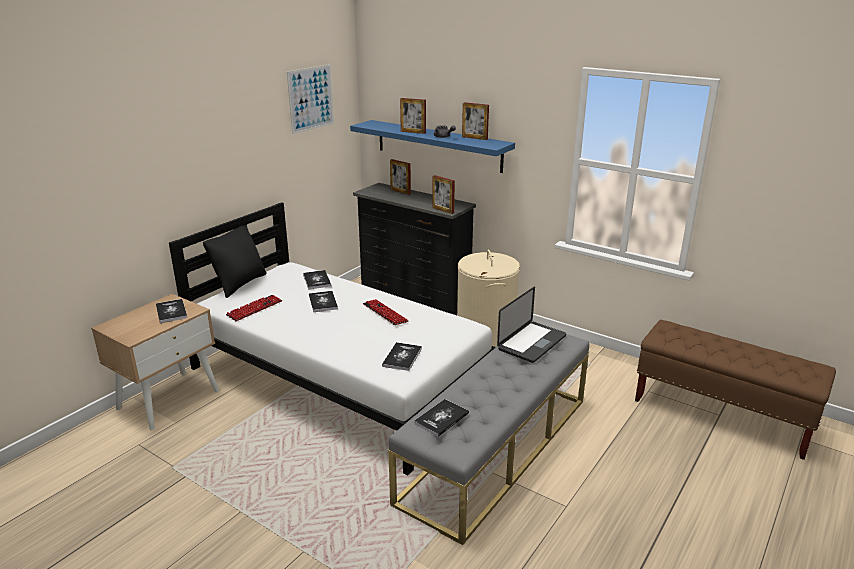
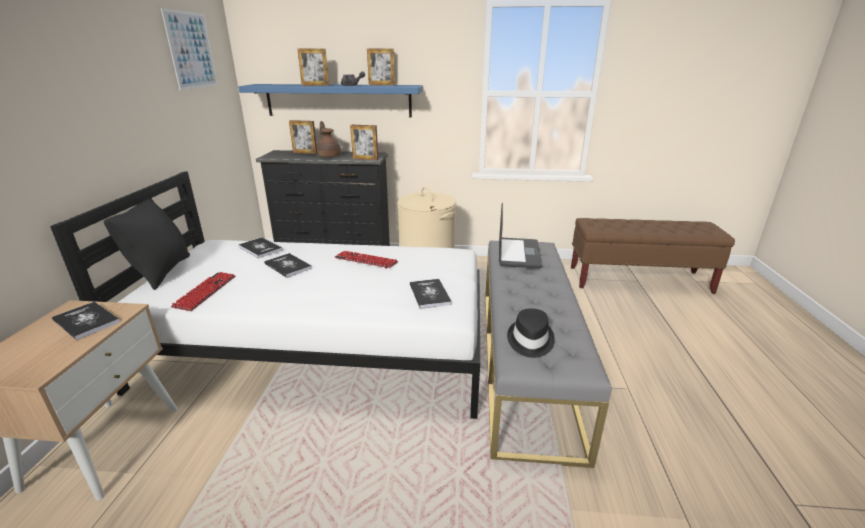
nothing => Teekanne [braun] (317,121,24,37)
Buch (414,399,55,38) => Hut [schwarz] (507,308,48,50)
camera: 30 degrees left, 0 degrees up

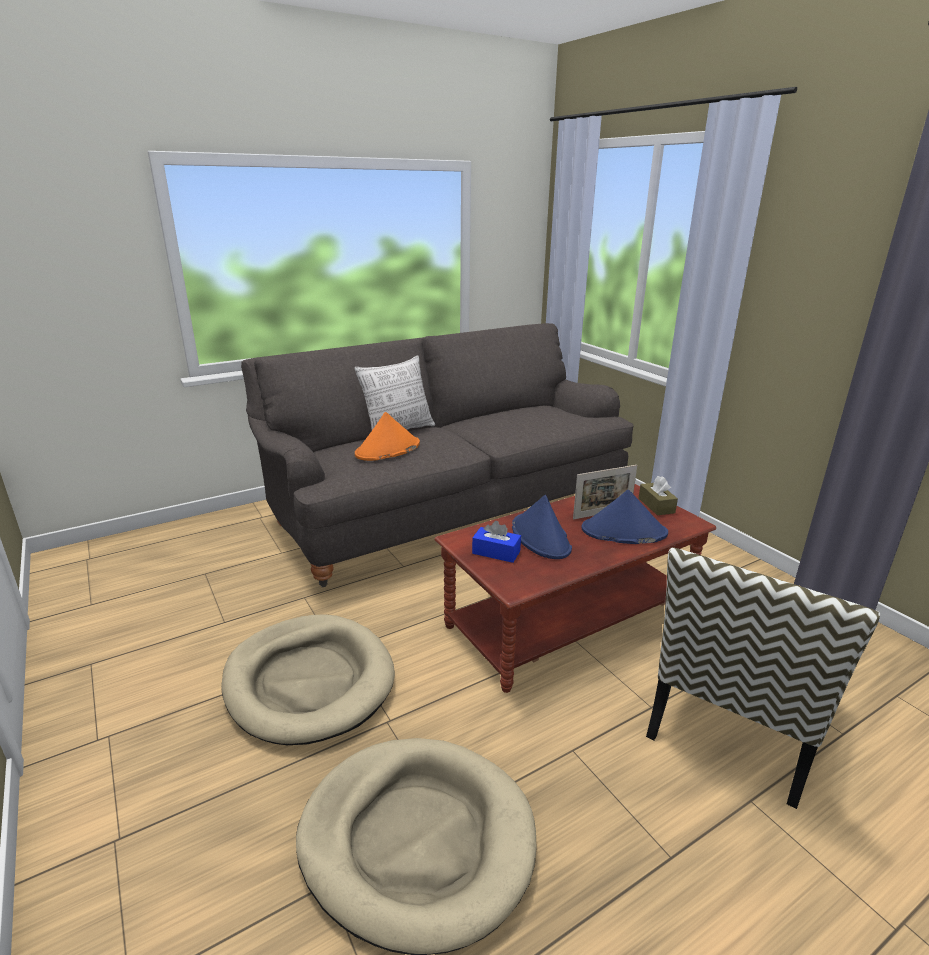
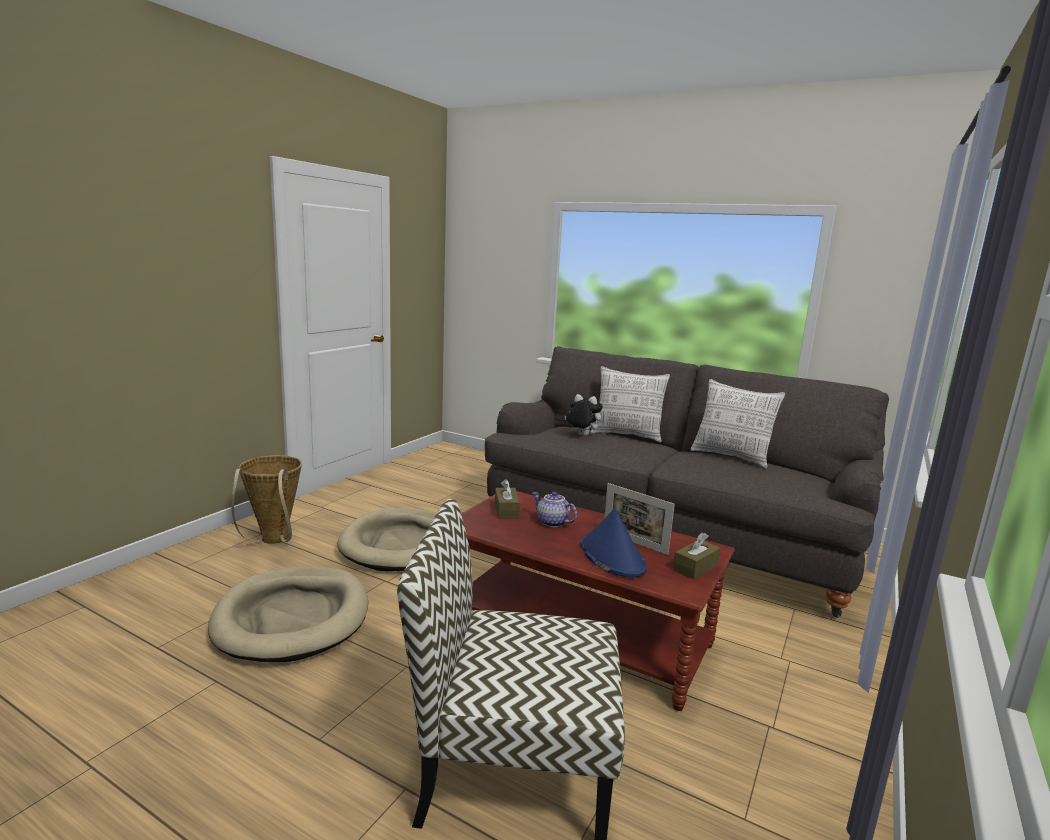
nothing => Korb (231,455,71,89)
Taschentuchbox [blau] (472,521,49,42) => Taschentuchbox [braun] (495,479,25,39)
Hut [blau] (512,495,60,64) => Teekanne (533,492,44,35)
Hut [orange] (355,412,65,49) => Plüschtier (565,394,38,42)
nothing => Kissen (691,379,94,90)
camera: 60 degrees right, 10 degrees down

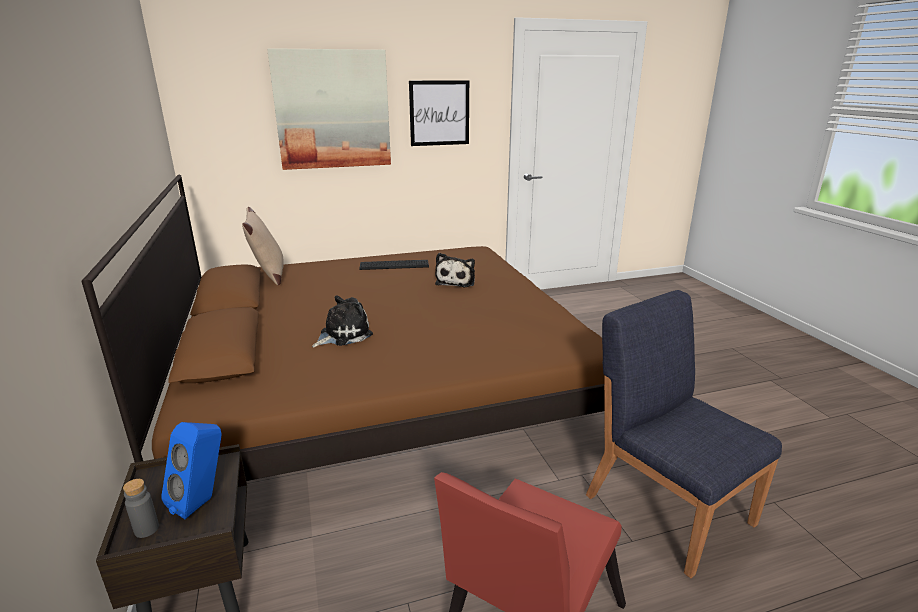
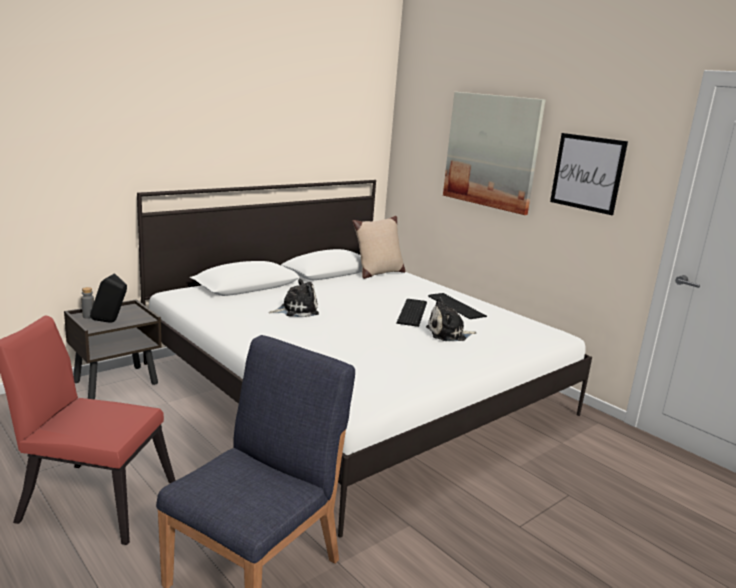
Lautsprecher [blau] (161,422,60,97) => Lautsprecher [schwarz] (90,273,37,50)
Bett [braun] (81,174,523,307) => Bett [weiß] (137,180,455,357)
Plüschtier (312,295,61,52) => Plüschtier (269,279,50,38), 45 degrees counterclockwise
nothing => Tastatur (396,299,31,28)
camera: 65 degrees right, 5 degrees down

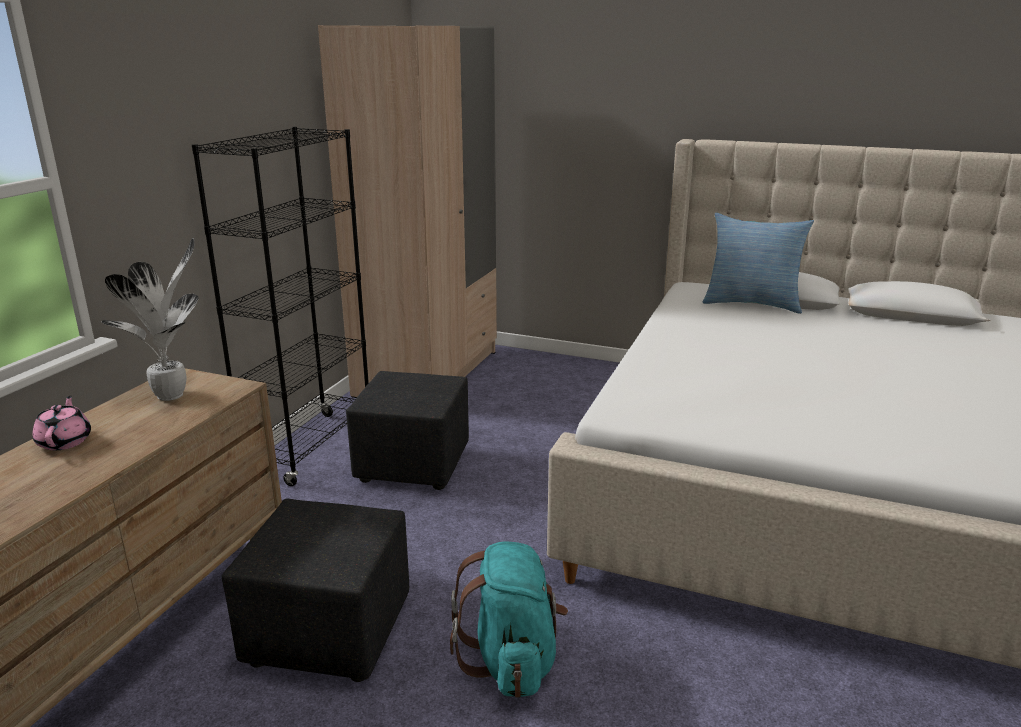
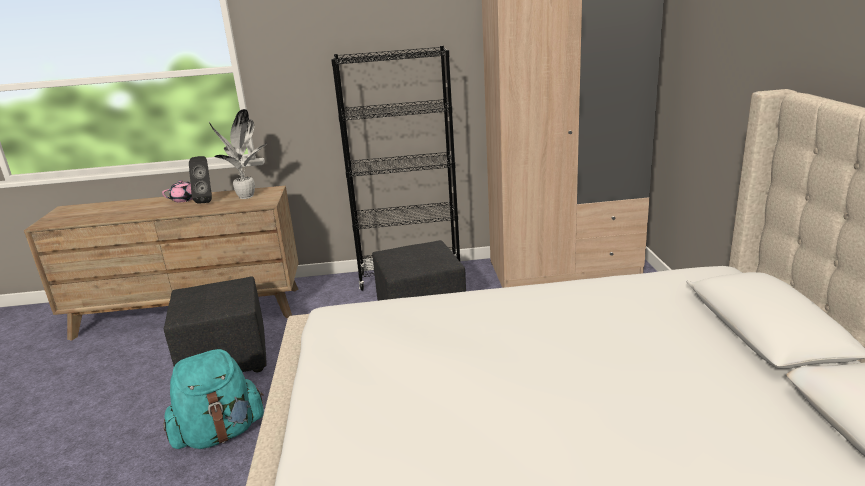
nothing => Lautsprecher [schwarz] (189,156,23,48)
Kissen (703,213,111,101) => nothing
camera: 65 degrees right, 0 degrees up

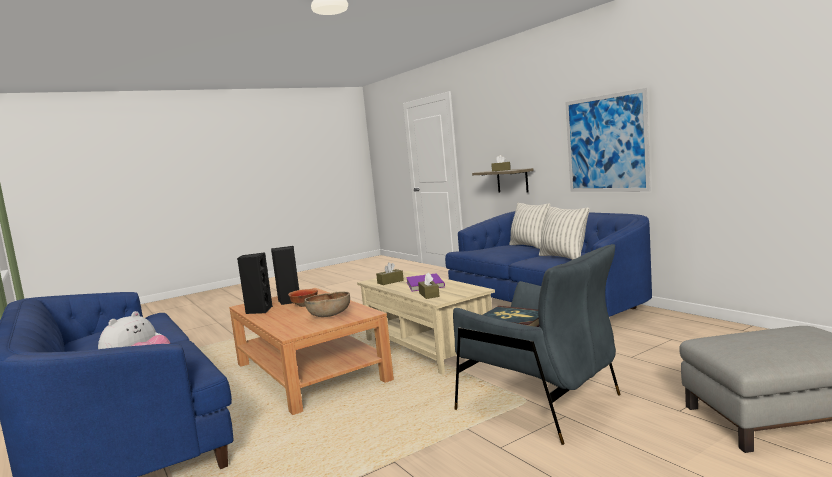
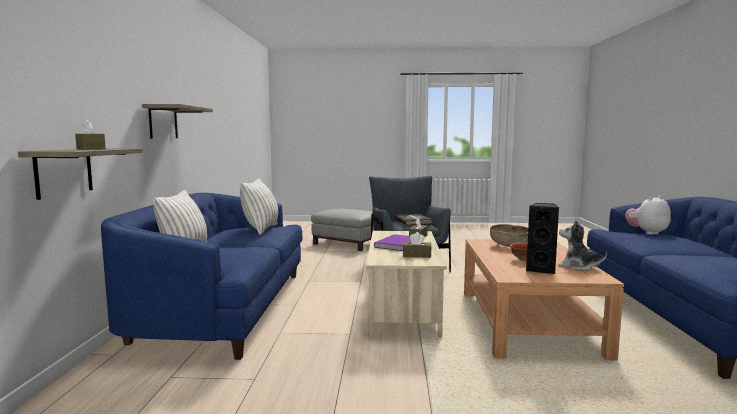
Bild (565,88,86,104) => Wandregal (142,104,71,35)
Lautsprecher [schwarz] (237,252,36,62) => Plüschtier (558,220,49,51)
camera: 145 degrees left, 0 degrees up

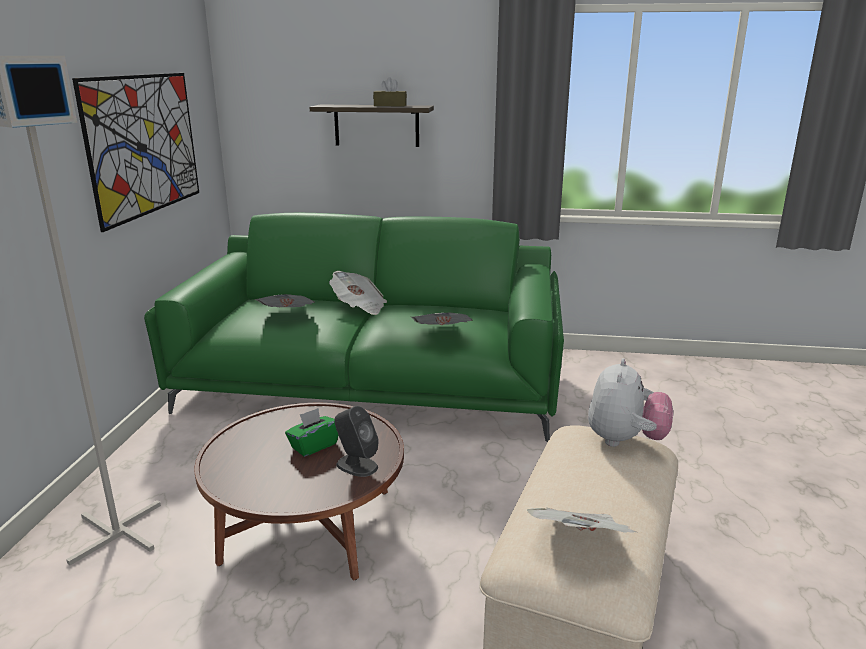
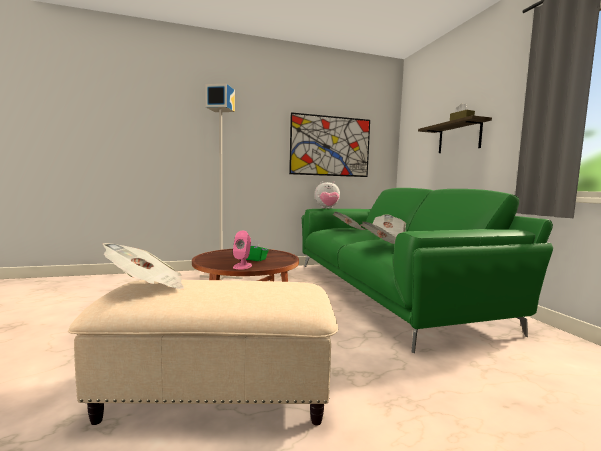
Lautsprecher [grau] (334,406,45,71) => Lautsprecher [rosa] (233,231,19,38)
Plüschtier (588,358,85,89) => Plüschtier (315,181,25,28), relocated
camera: 65 degrees right, 15 degrees down

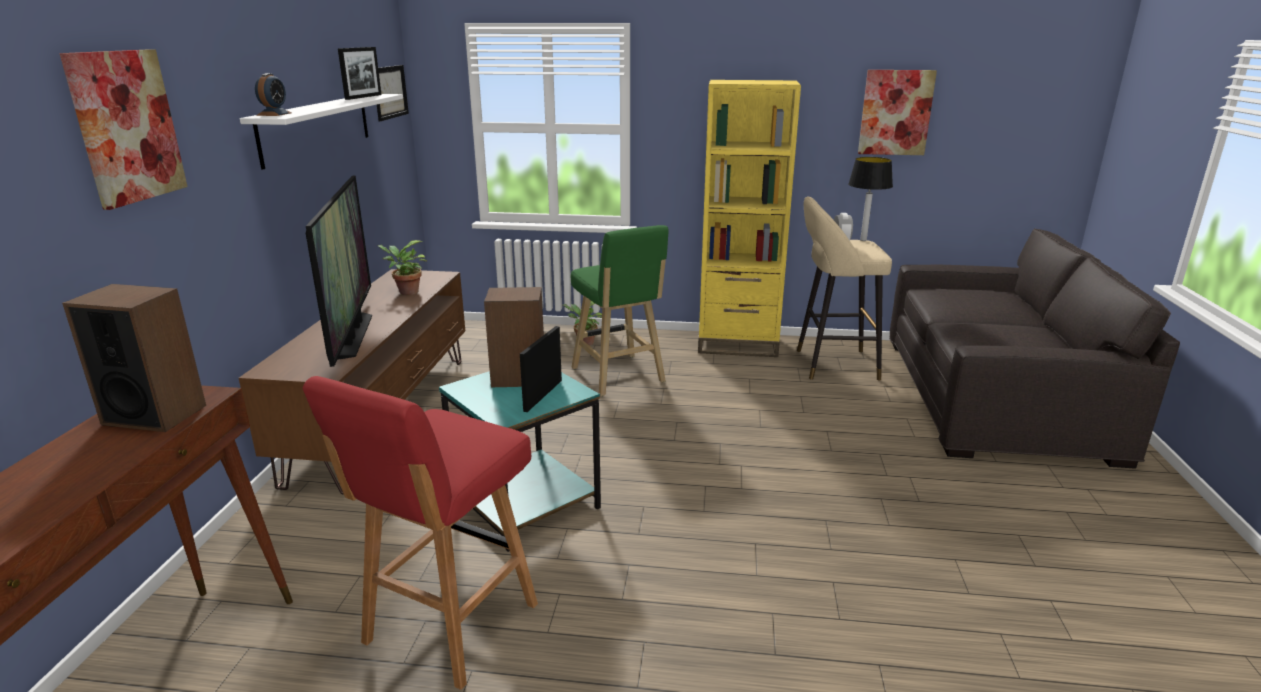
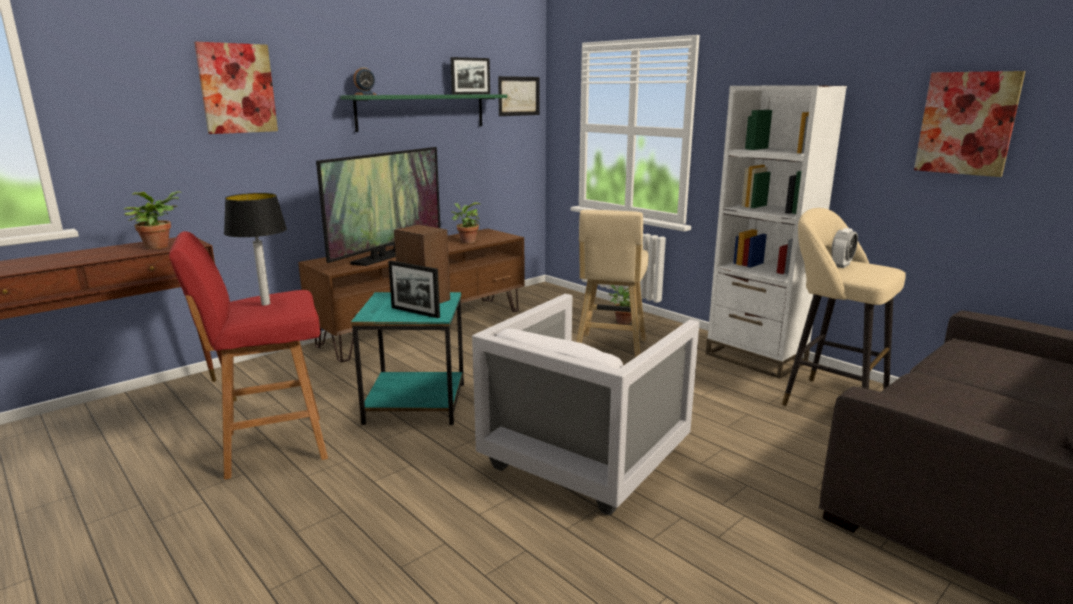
Lautsprecher (62,284,144,148) => Topfpflanze (124,191,58,58)
Tischlampe (848,157,45,84) => Tischlampe (224,193,63,112), relocated
Wandregal [weiß] (240,94,163,76) => Wandregal [grün] (340,94,167,38)
Bilderrahmen (520,326,42,86) => Bilderrahmen (388,261,52,57), 120 degrees counterclockwise
nothing => Sessel [weiß] (472,294,227,222)
Hocker [grün] (571,225,97,171) => Hocker [beige] (576,210,72,147)
Bücherregal [gelb] (698,80,103,277) => Bücherregal [weiß] (706,86,141,293)
camera: 40 degrees right, 5 degrees down

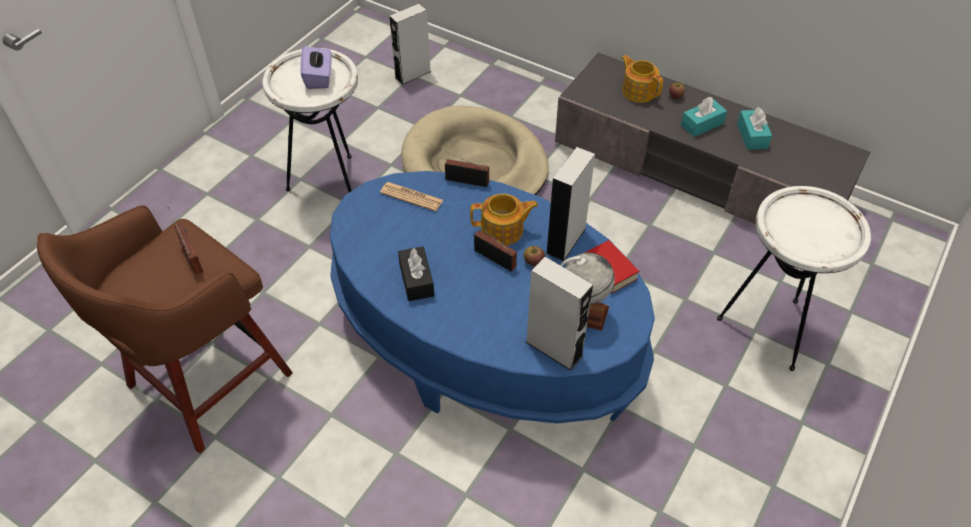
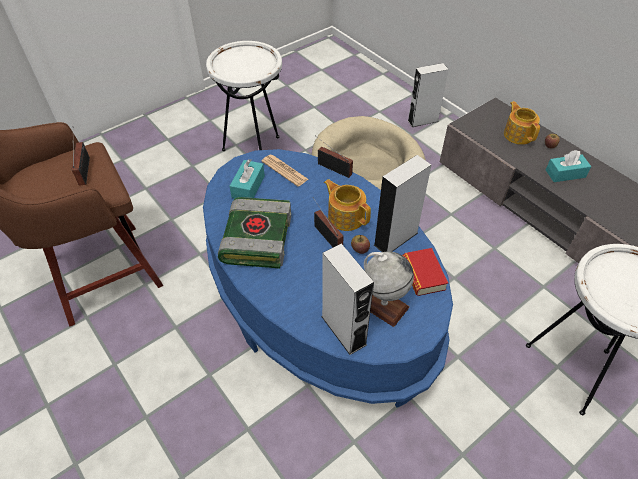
Taschentuchbox [schwarz] (398,246,36,55) => Buch (218,197,73,72)
Taschentuchbox [türkis] (737,107,35,43) => Taschentuchbox [türkis] (230,159,35,40), relocated
Teekanne (470,194,68,52) => Teekanne (324,179,47,52), 150 degrees counterclockwise
Lautsprecher [grau] (389,3,42,82) => Lautsprecher [grau] (407,63,42,64), relocated
Taschentuchbox [lila] (300,46,31,43) => nothing
camera: 20 degrees right, 0 degrees up

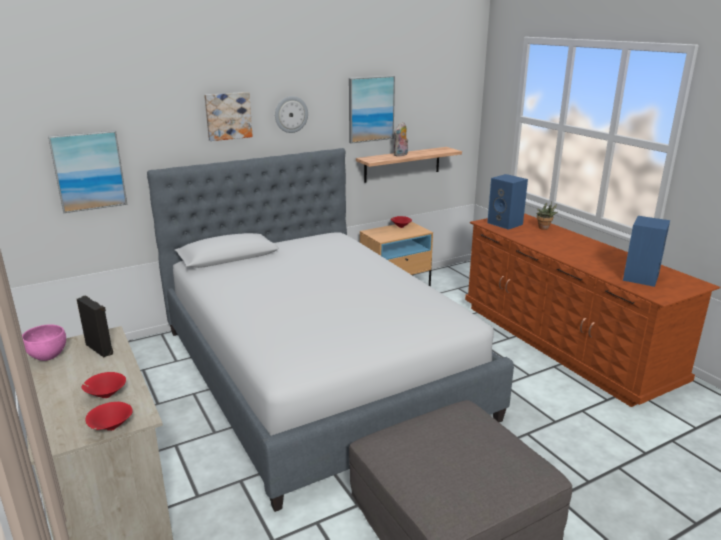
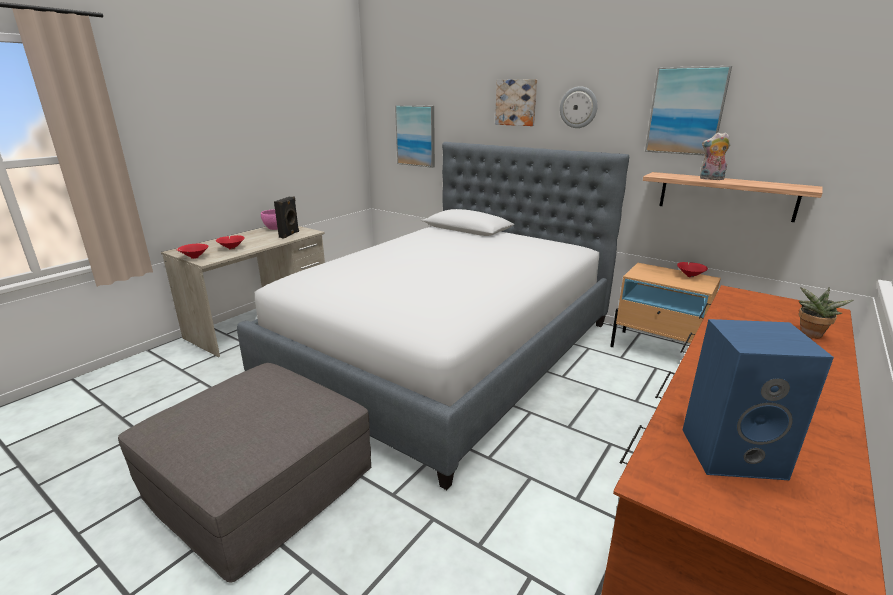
Lautsprecher [blau] (487,174,41,56) => nothing
camera: 65 degrees right, 0 degrees up

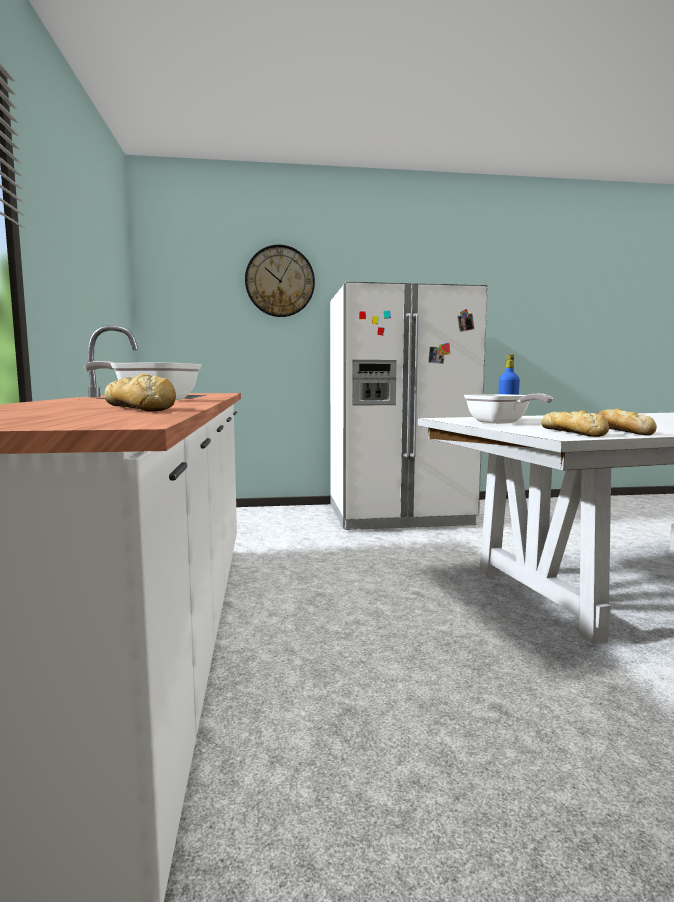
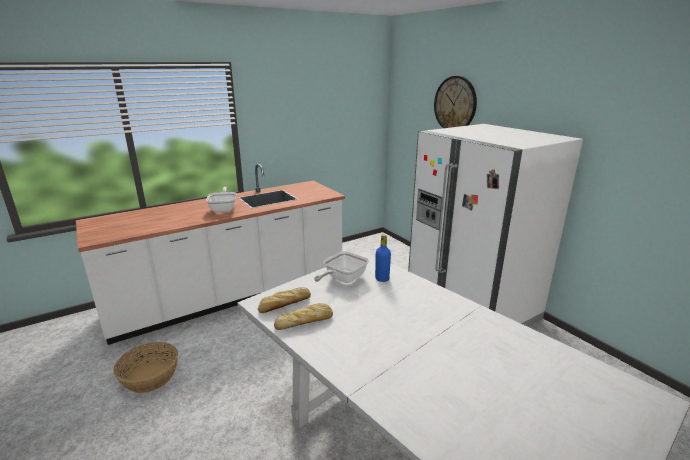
nothing => Korb (113,342,65,51)
Brot (104,374,72,37) => nothing
camera: 65 degrees right, 15 degrees up

